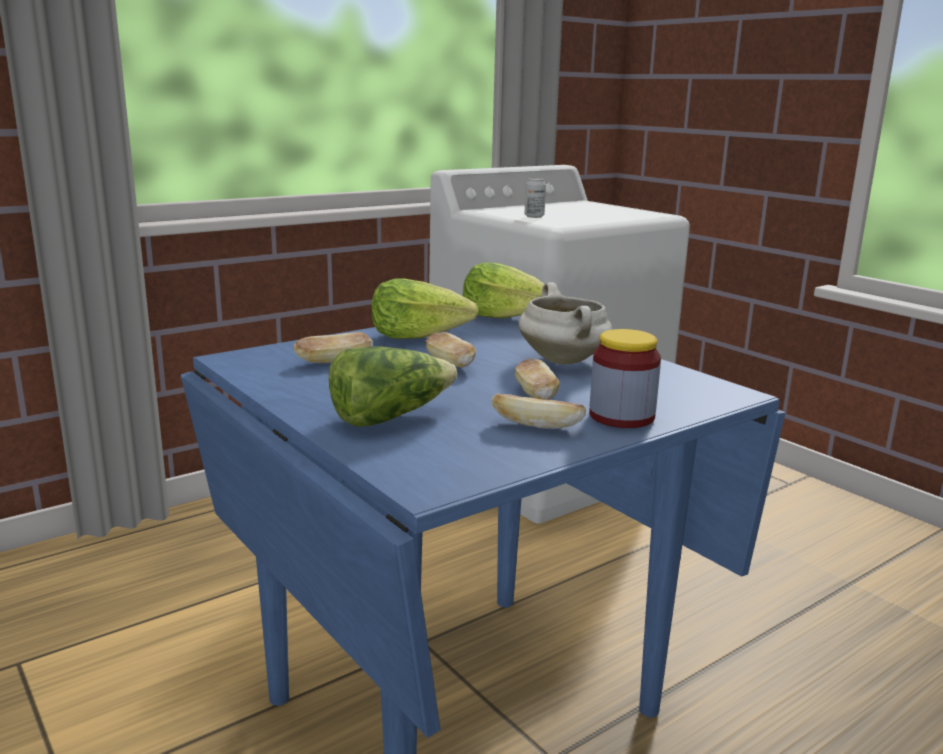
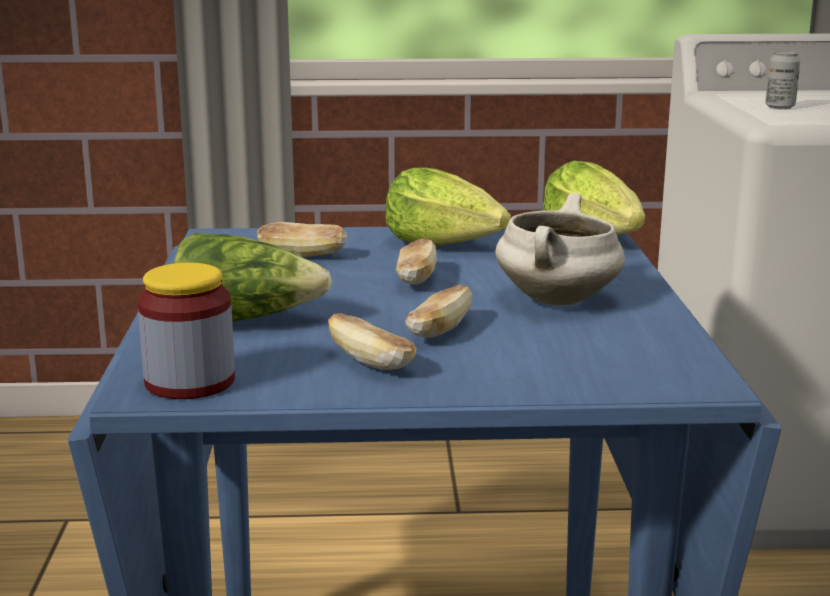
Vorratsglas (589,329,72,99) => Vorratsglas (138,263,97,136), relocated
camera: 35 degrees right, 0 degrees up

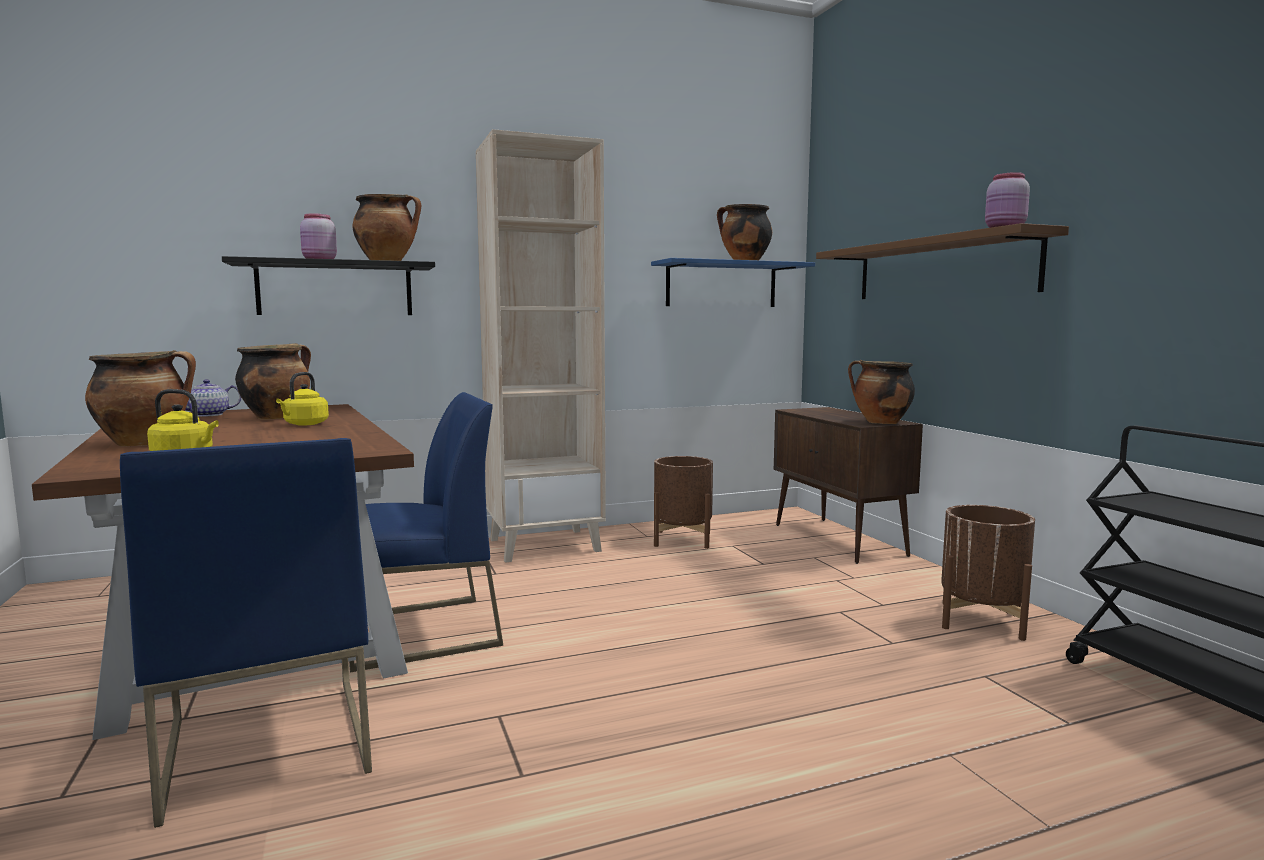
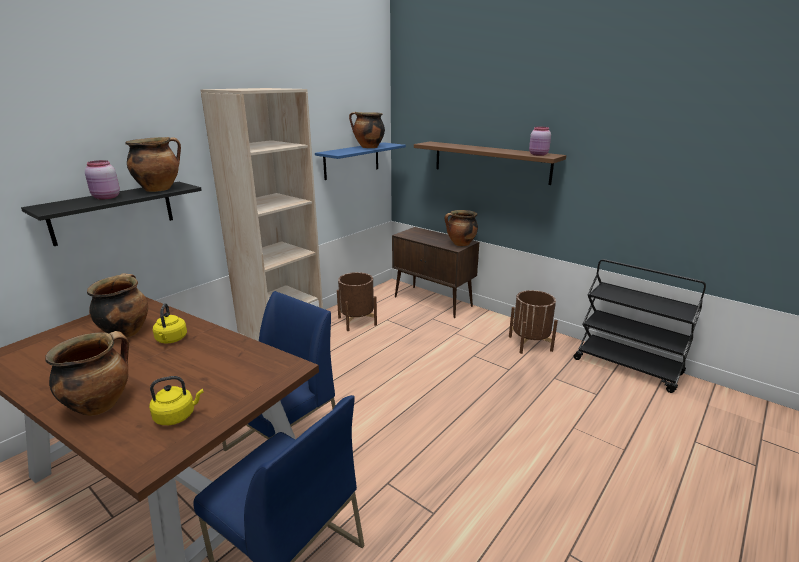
Teekanne (185,379,56,38) => nothing
camera: 30 degrees left, 15 degrees up

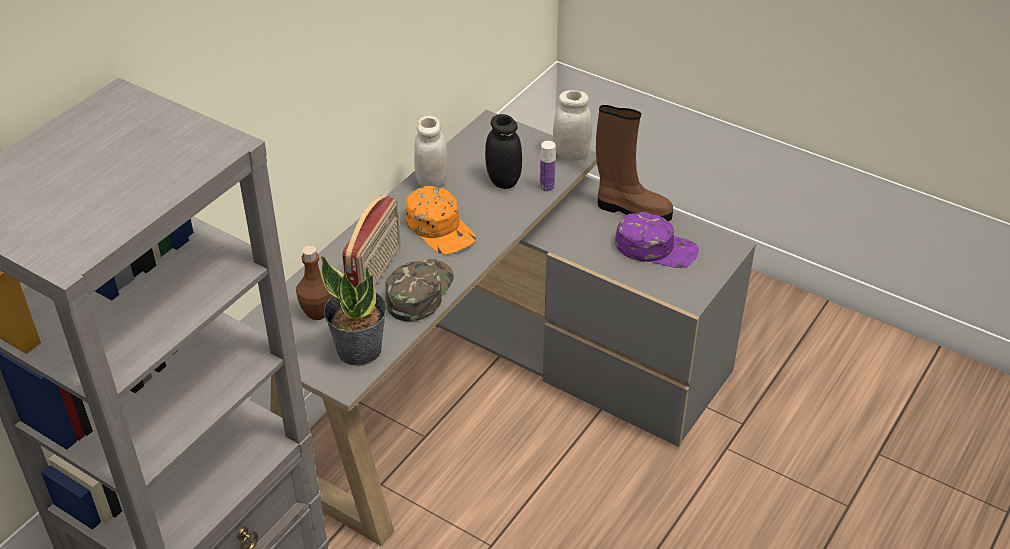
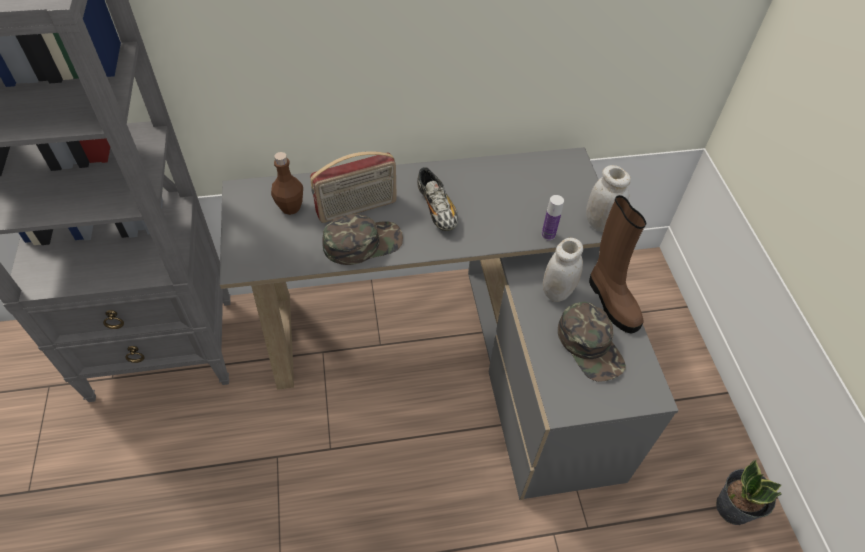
Kappe [orange] (405,186,71,68) => Schuh (417,167,41,64)
Vorratsglas [weiß] (414,116,34,72) => Vorratsglas [weiß] (543,238,40,64), relocated
Kappe [lila] (615,212,84,56) => Kappe [grün] (558,302,68,80)
Topfpflanze (320,256,67,110) => Topfpflanze (716,460,65,65), relocated
Vorratsglas [schwarz] (485,114,37,75) => nothing
camera: 45 degrees right, 10 degrees up

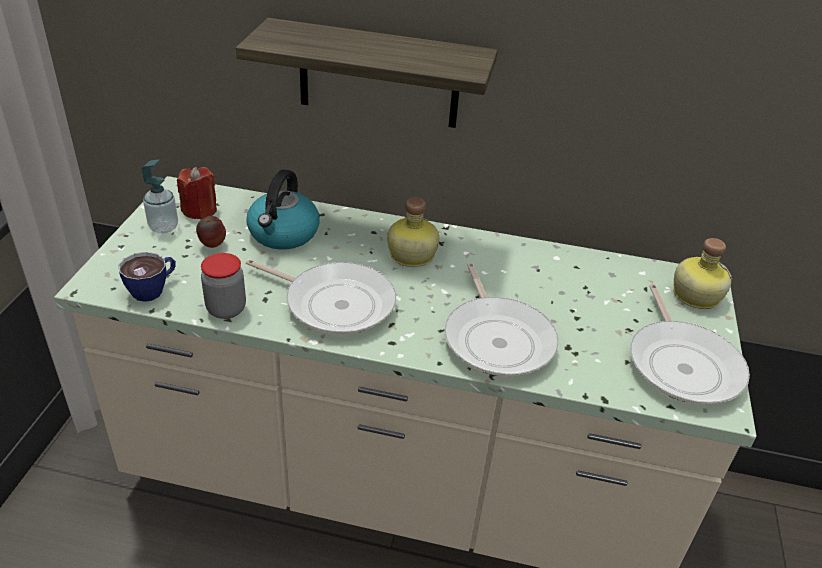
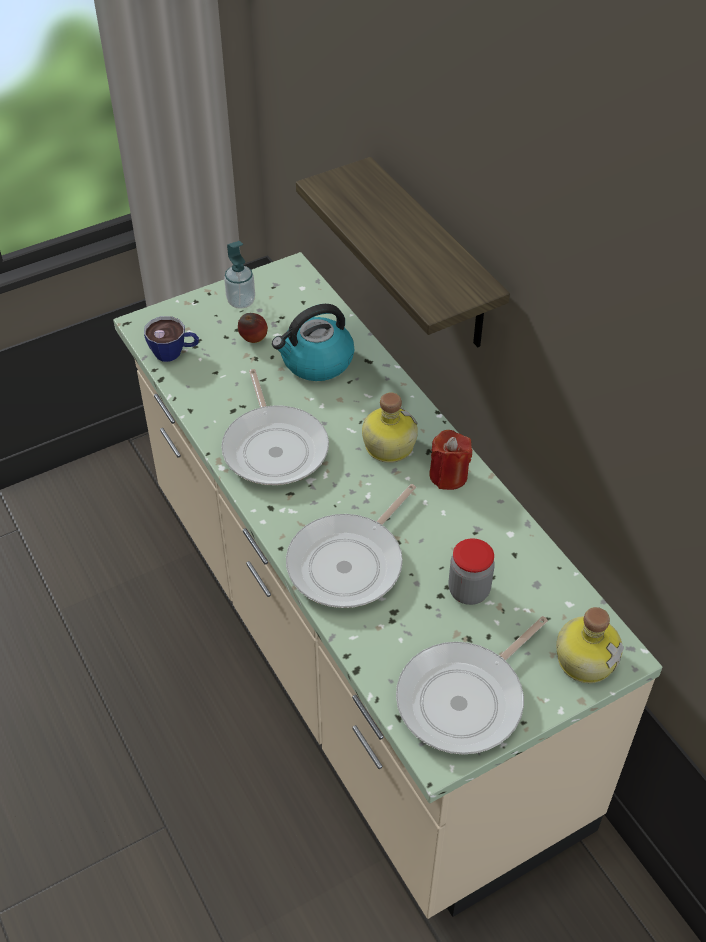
Kerze [rot] (177,167,40,52) => Kerze [rot] (429,430,43,60), relocated
Vorratsglas (201,253,45,66) => Vorratsglas (448,538,47,67), relocated
camera: 50 degrees right, 10 degrees up

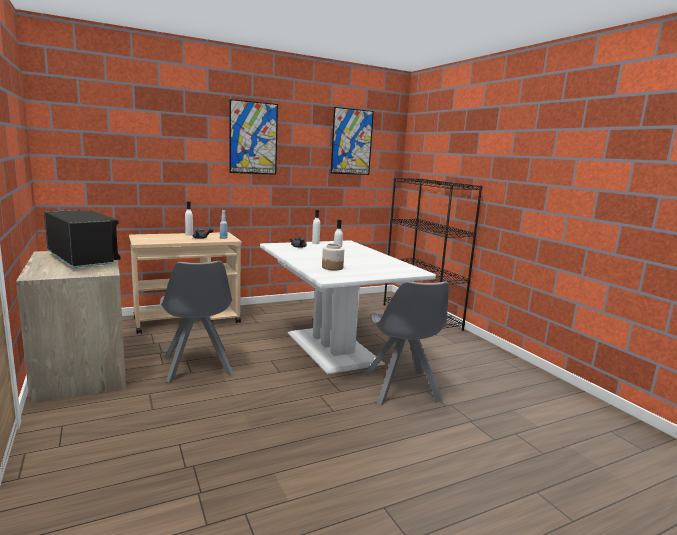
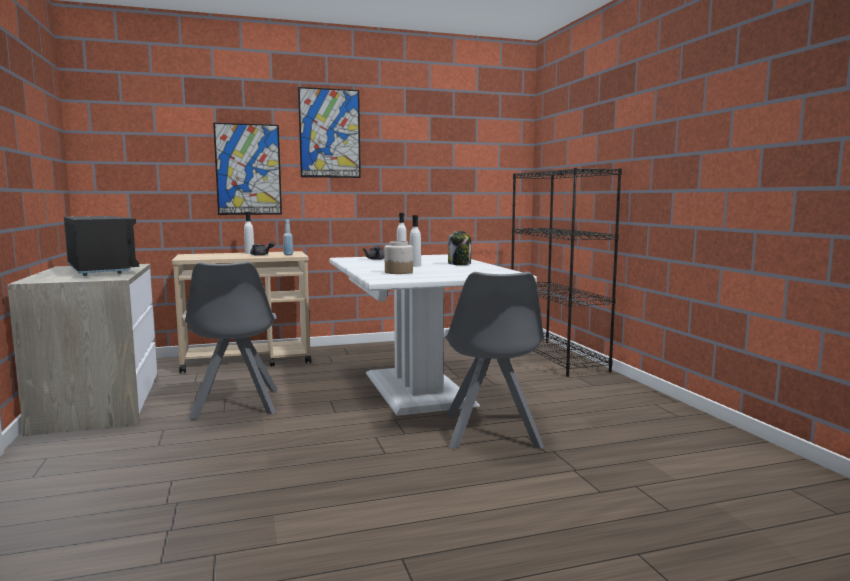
Bild (331,107,43,68) => Bild (213,123,69,92), relocated
nothing => Vorratsglas (448,231,23,34)
camera: 10 degrees right, 5 degrees down

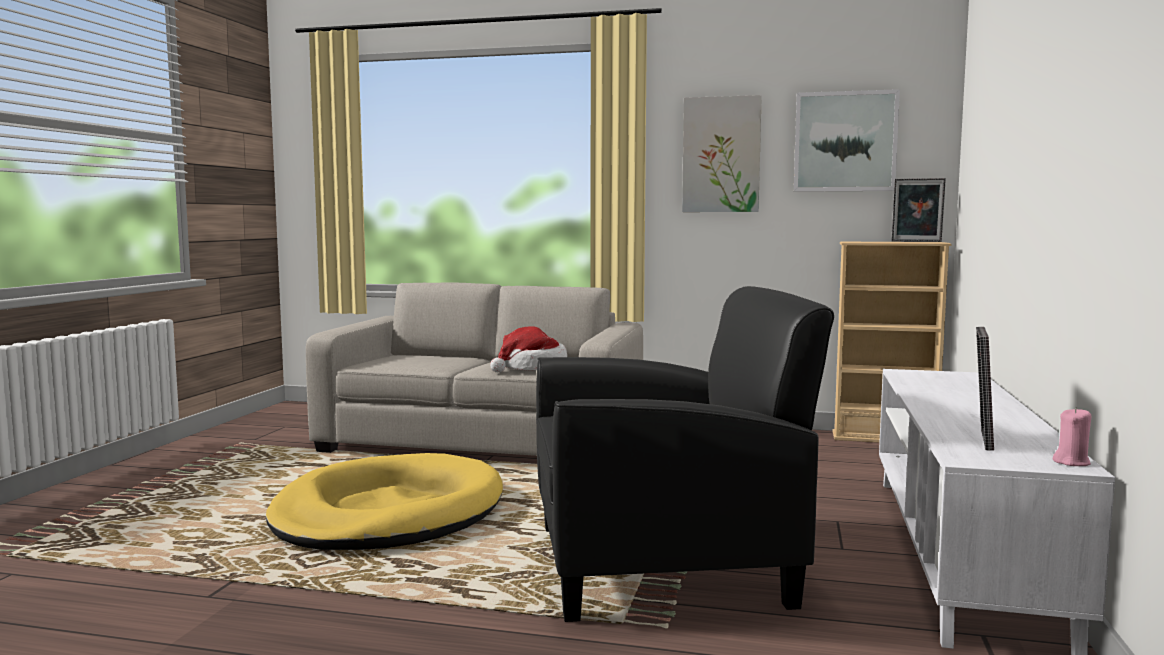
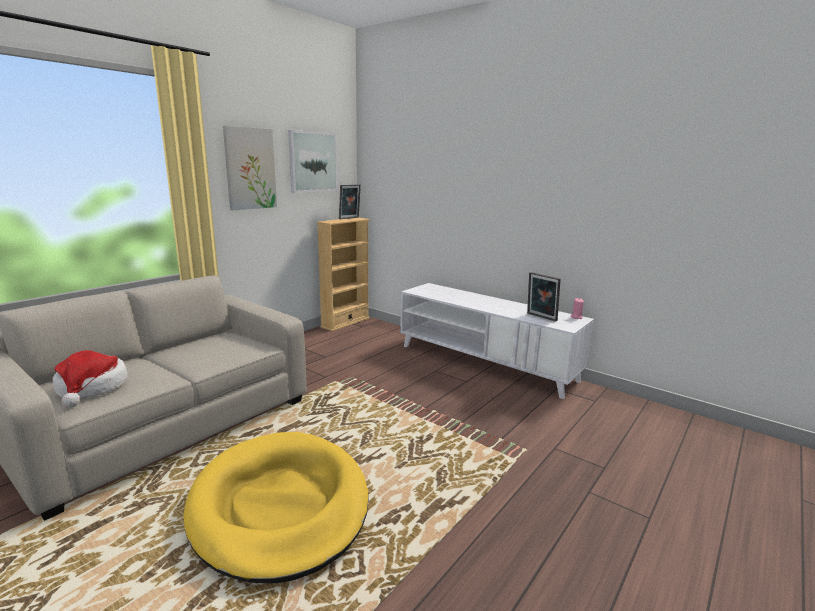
Hut (490,326,77,46) => Hut (53,350,75,58), relocated
Sessel [schwarz] (536,286,298,336) => nothing
camera: 65 degrees left, 10 degrees up

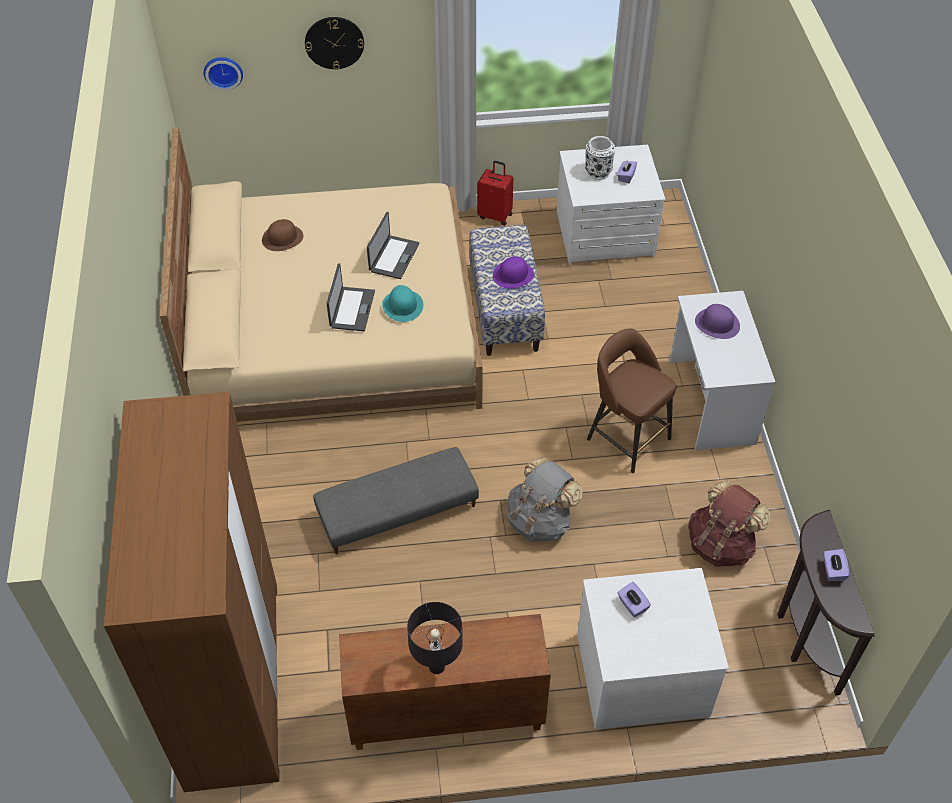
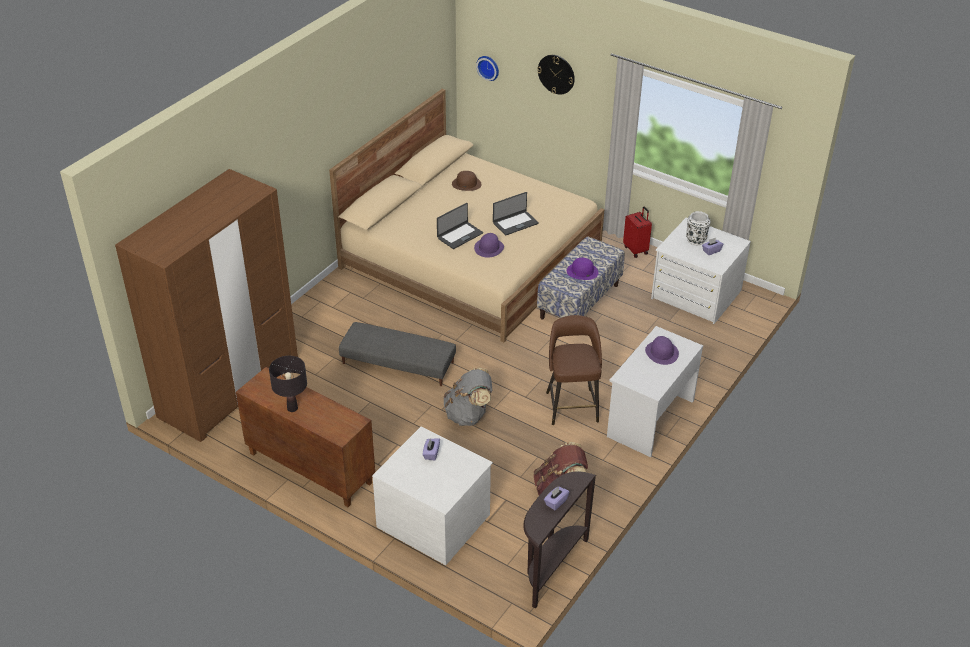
Hut [türkis] (382,285,41,37) => Hut [lila] (474,233,30,25)
camera: 40 degrees right, 10 degrees down

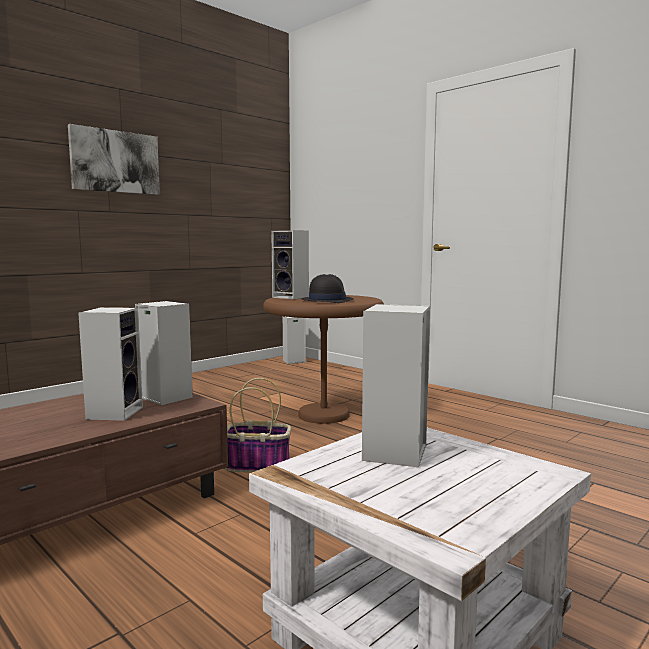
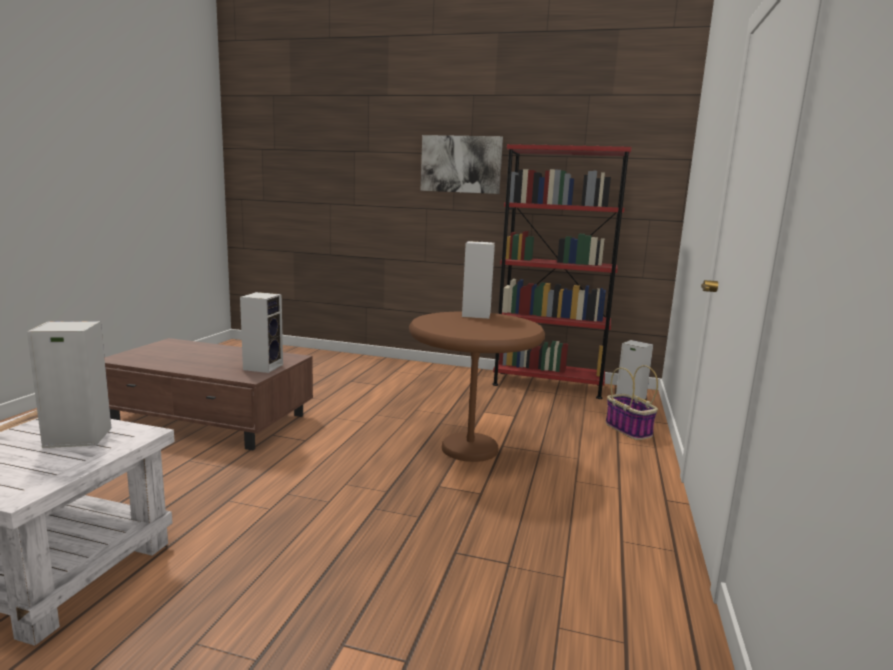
nothing => Bücherregal [rot] (492,144,140,255)
Korb (225,378,66,95) => Korb (605,365,53,75), relocated
Lautsprecher (78,307,65,114) => nothing
Hut [schwarz] (302,274,52,29) => nothing
camera: 60 degrees right, 5 degrees up

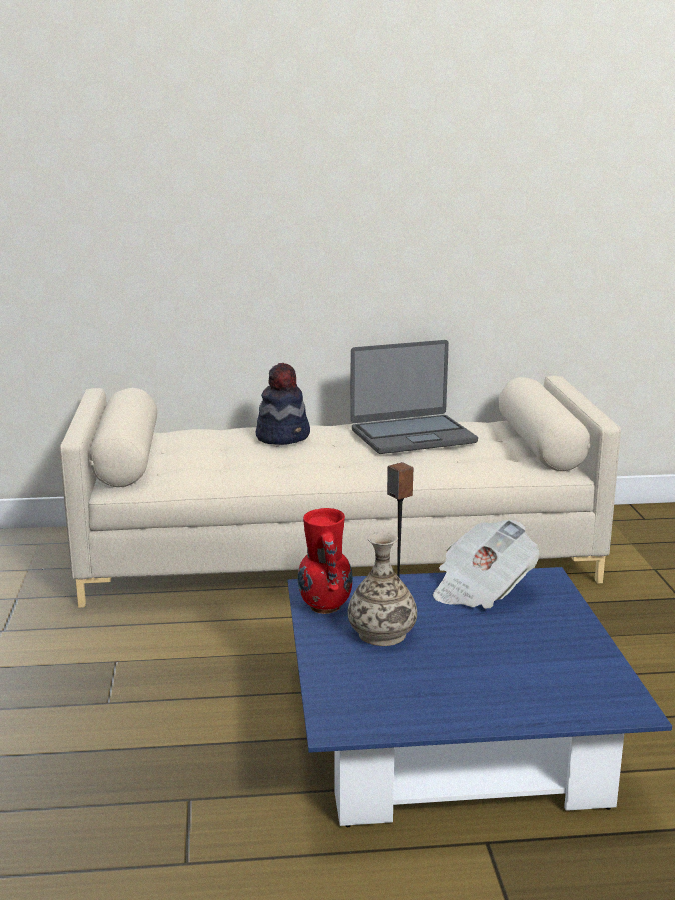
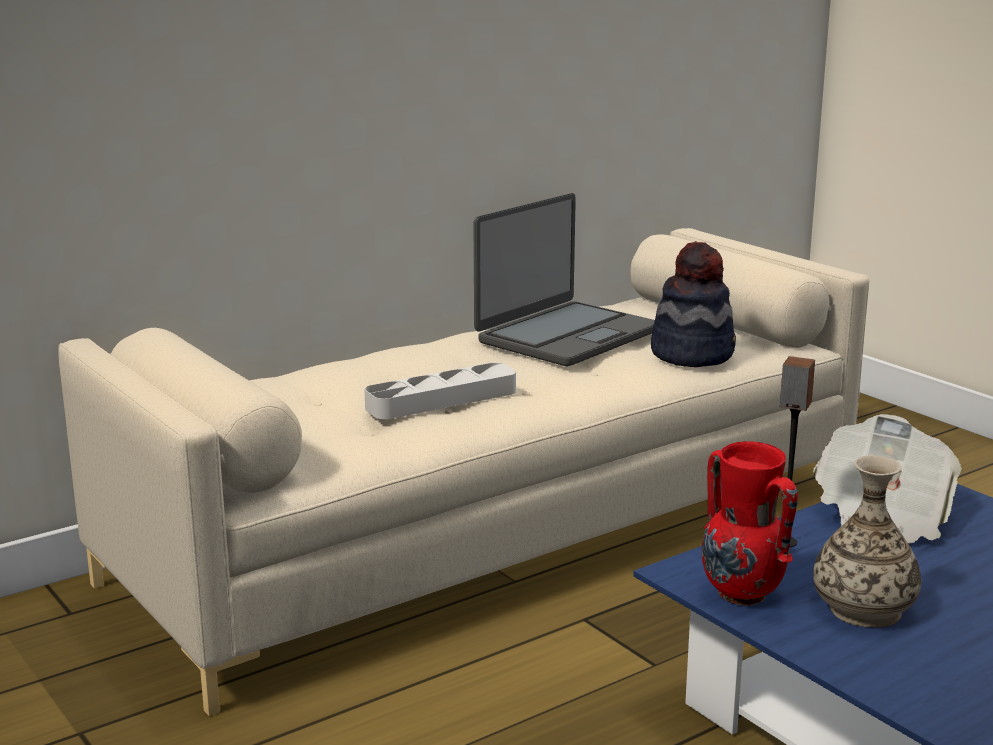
nothing => Tablett [grau] (364,363,152,56)
Hut (256,363,54,82) => Hut (651,241,85,126), relocated
camera: 30 degrees left, 0 degrees up

